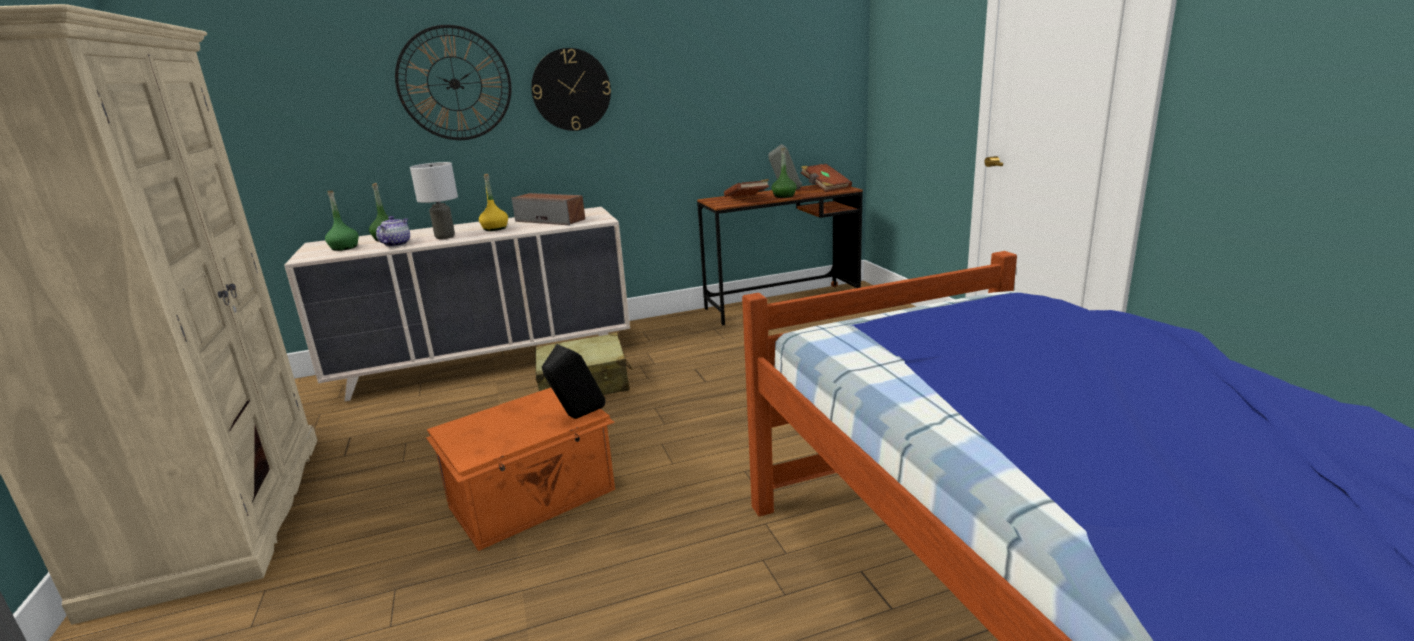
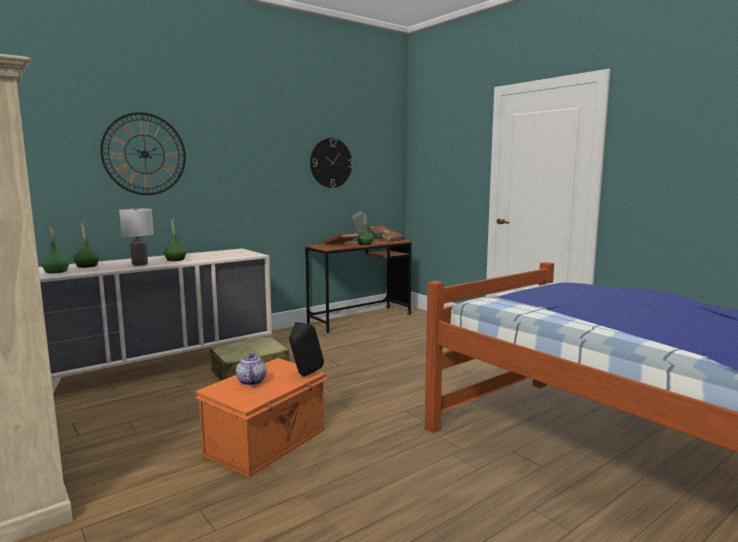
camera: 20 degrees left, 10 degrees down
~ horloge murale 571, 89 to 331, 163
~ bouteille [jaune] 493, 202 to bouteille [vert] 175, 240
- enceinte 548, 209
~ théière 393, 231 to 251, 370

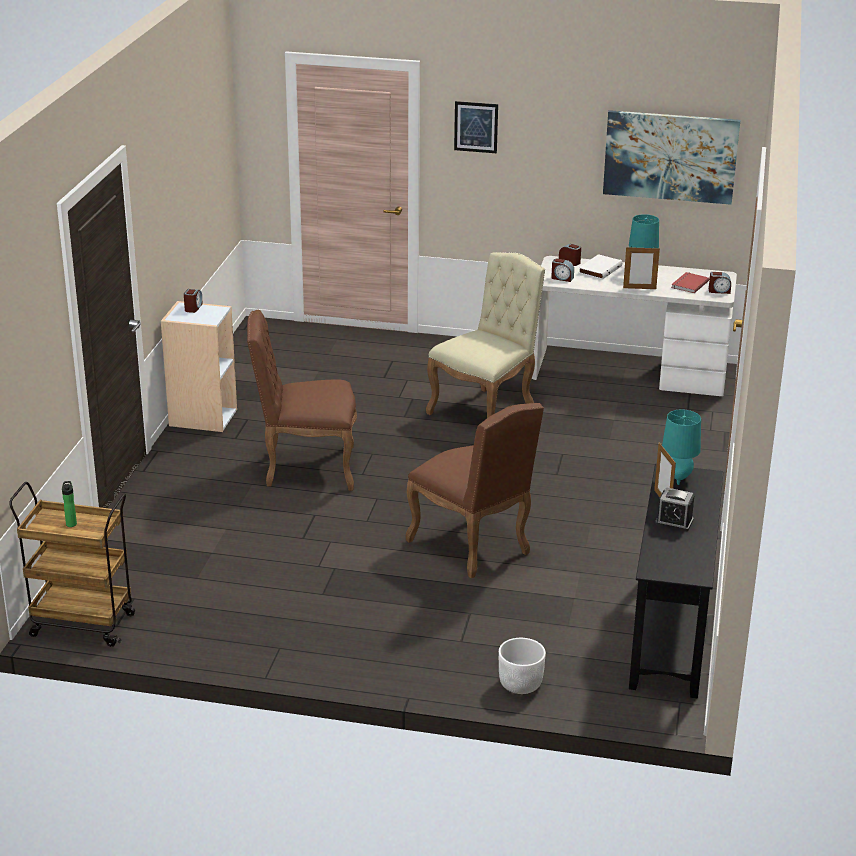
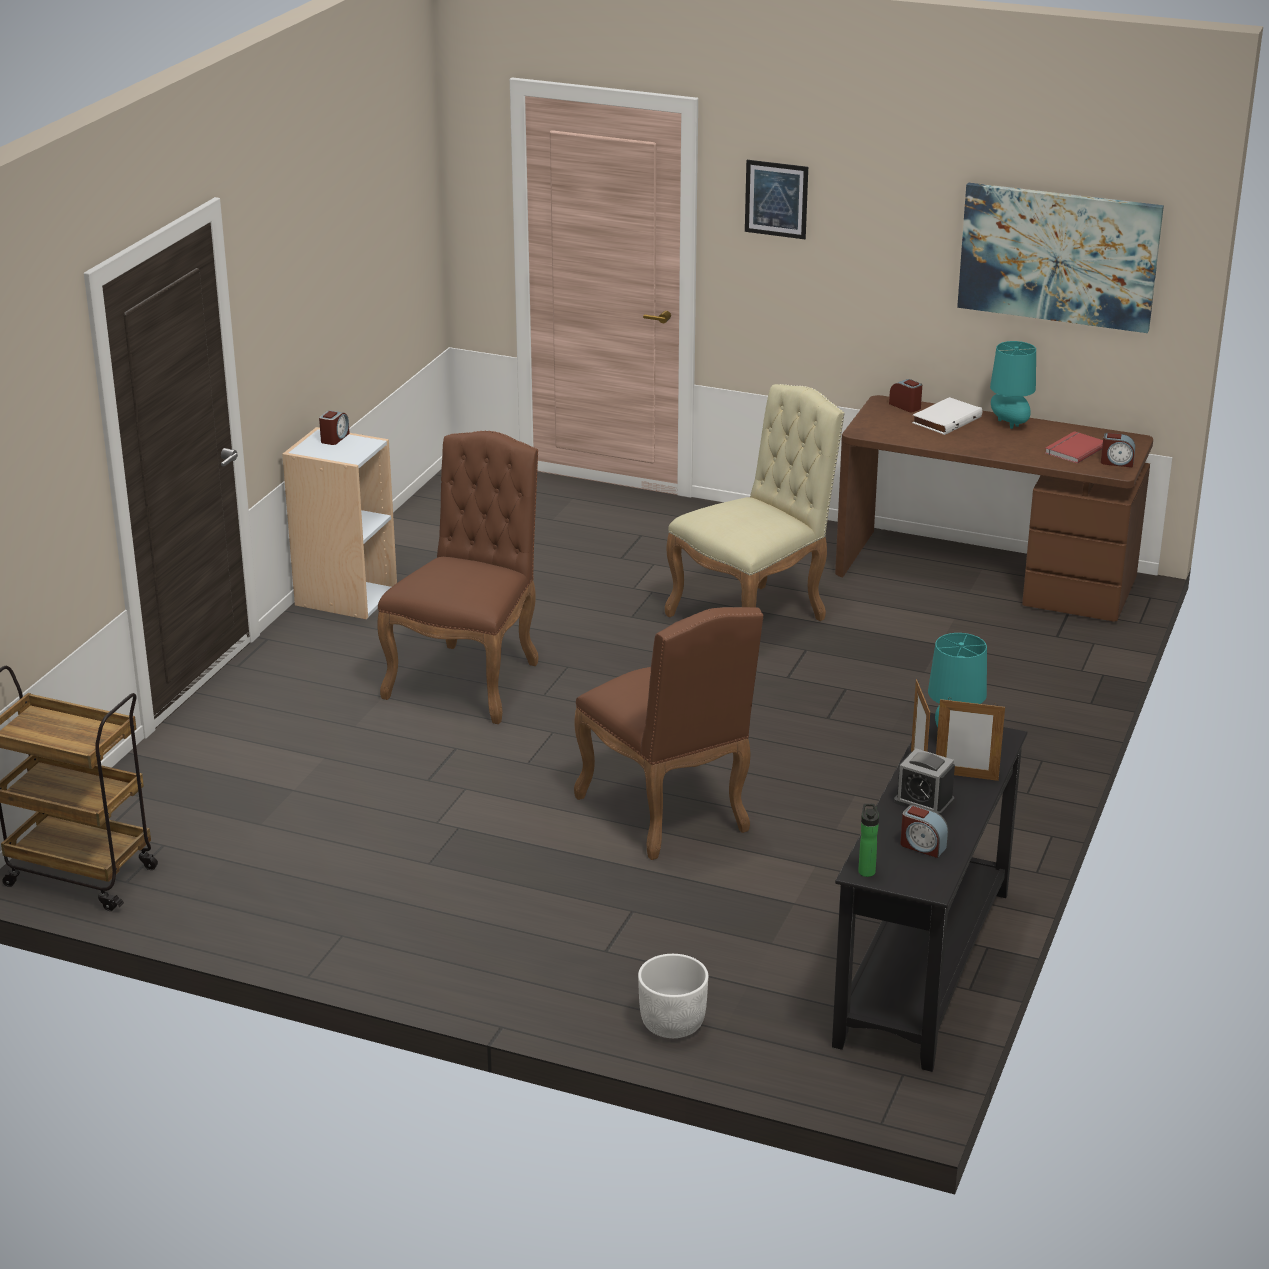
camera: 10 degrees right, 0 degrees up
~ cadre photo 641, 268 to 970, 740
~ bureau [blanc] 634, 326 to bureau [marron] 994, 508
~ réveil 562, 270 to 924, 831
~ chaise [marron] 302, 400 = 457, 577 105 degrees clockwise
~ bouteille 69, 504 to 868, 840

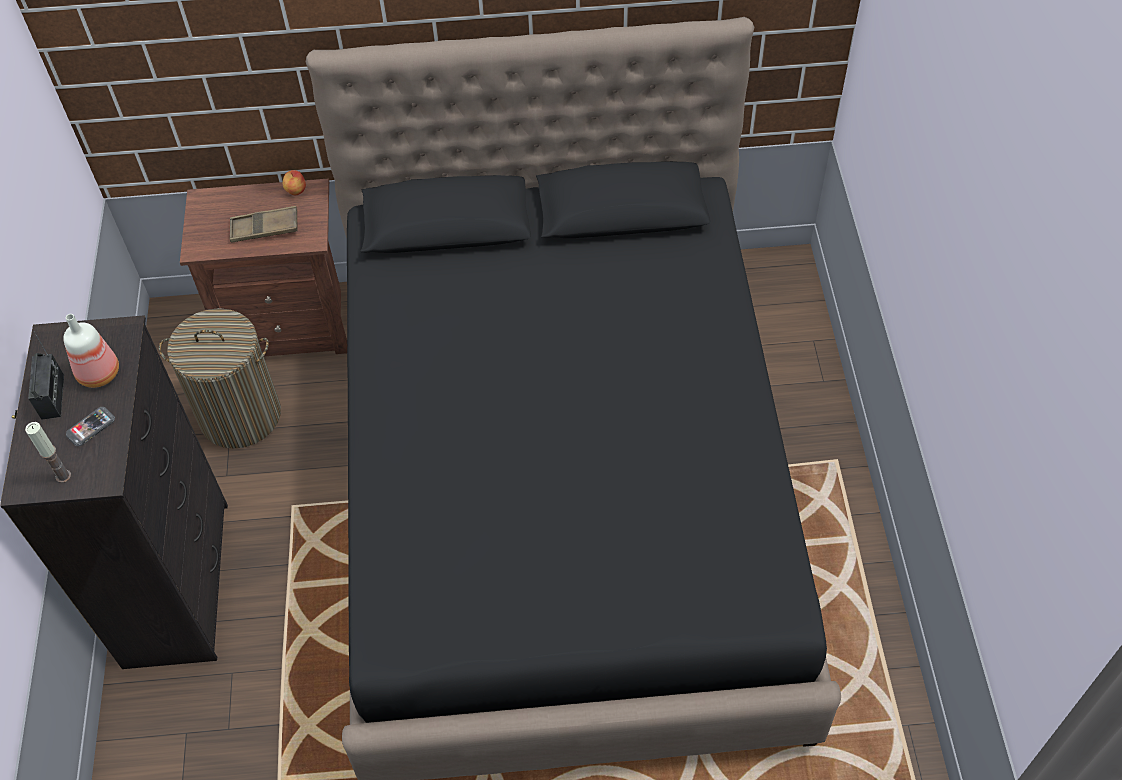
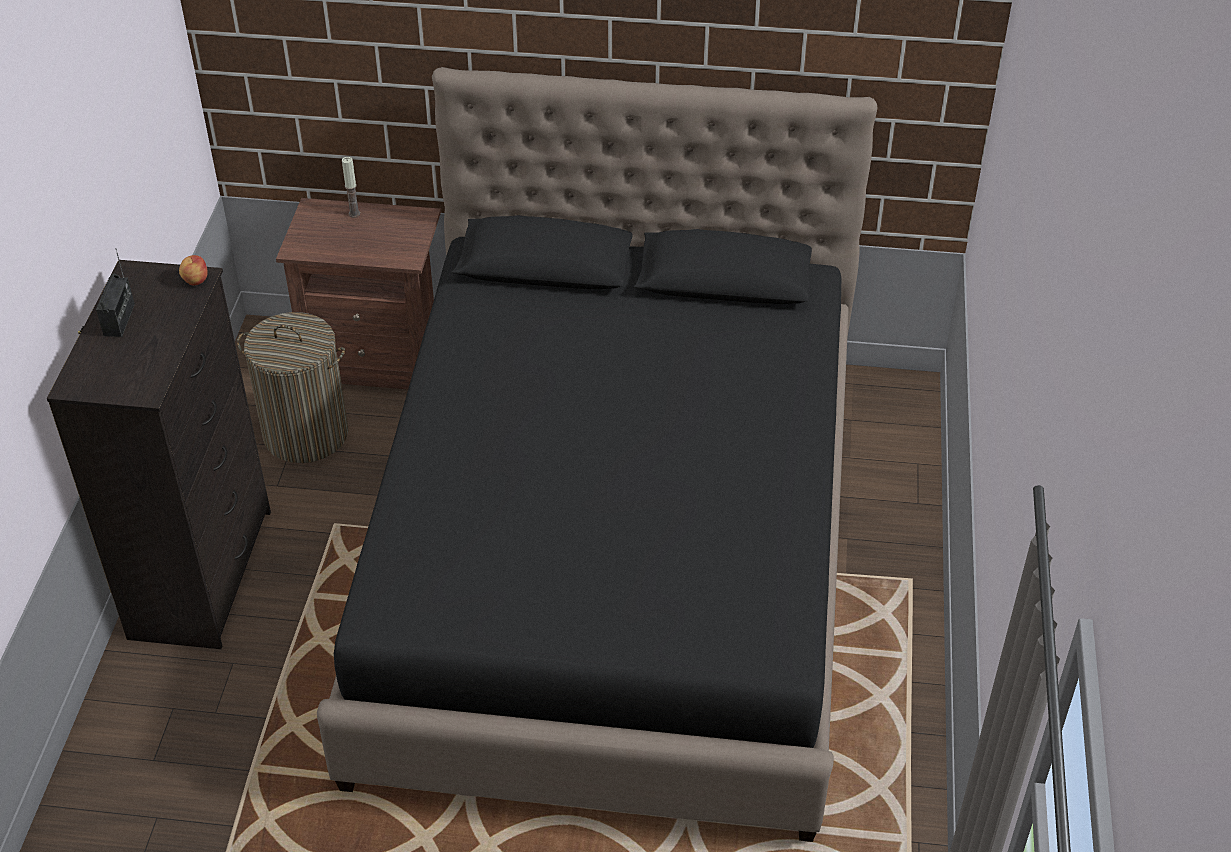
camera: 10 degrees right, 10 degrees down
~ pomme 294, 182 to 193, 270
- plateau [marron] 264, 224
- bouteille 91, 351
- téléphone 90, 426
~ bougie 48, 452 to 351, 187

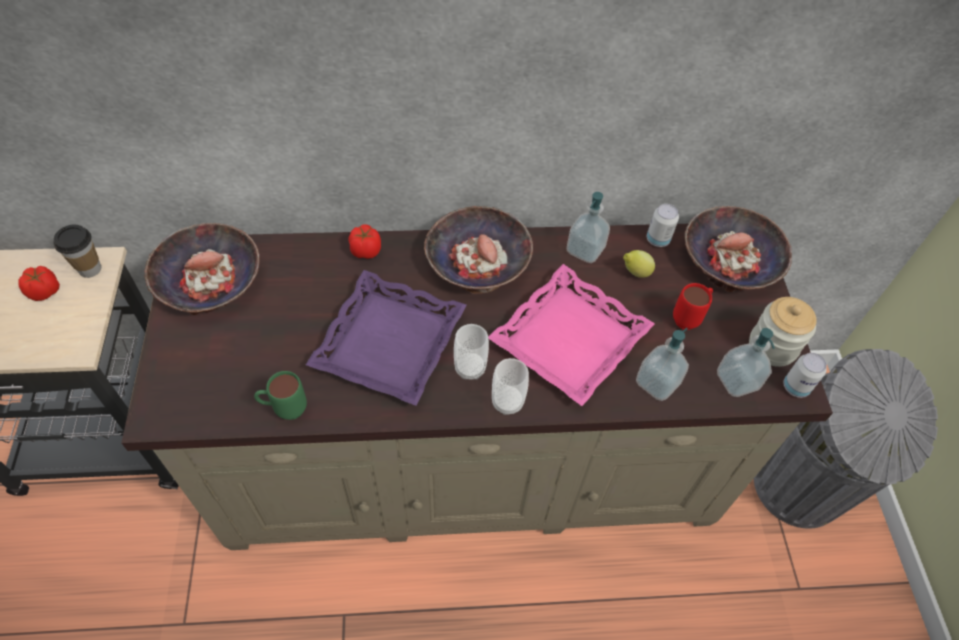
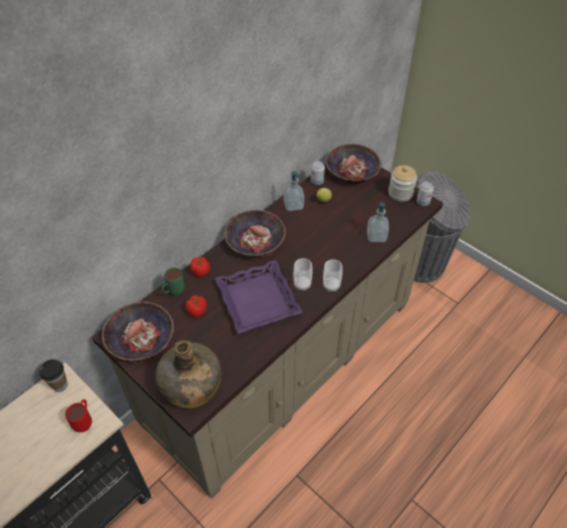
camera: 40 degrees left, 5 degrees down
- plateau [rose] 571, 335
~ tomate 39, 283 to 196, 306
~ mug [rouge] 693, 306 to 78, 415
- distributeur de savon 746, 362
~ mug [vert] 280, 395 to 173, 282
+ bouteille [vert] 188, 374

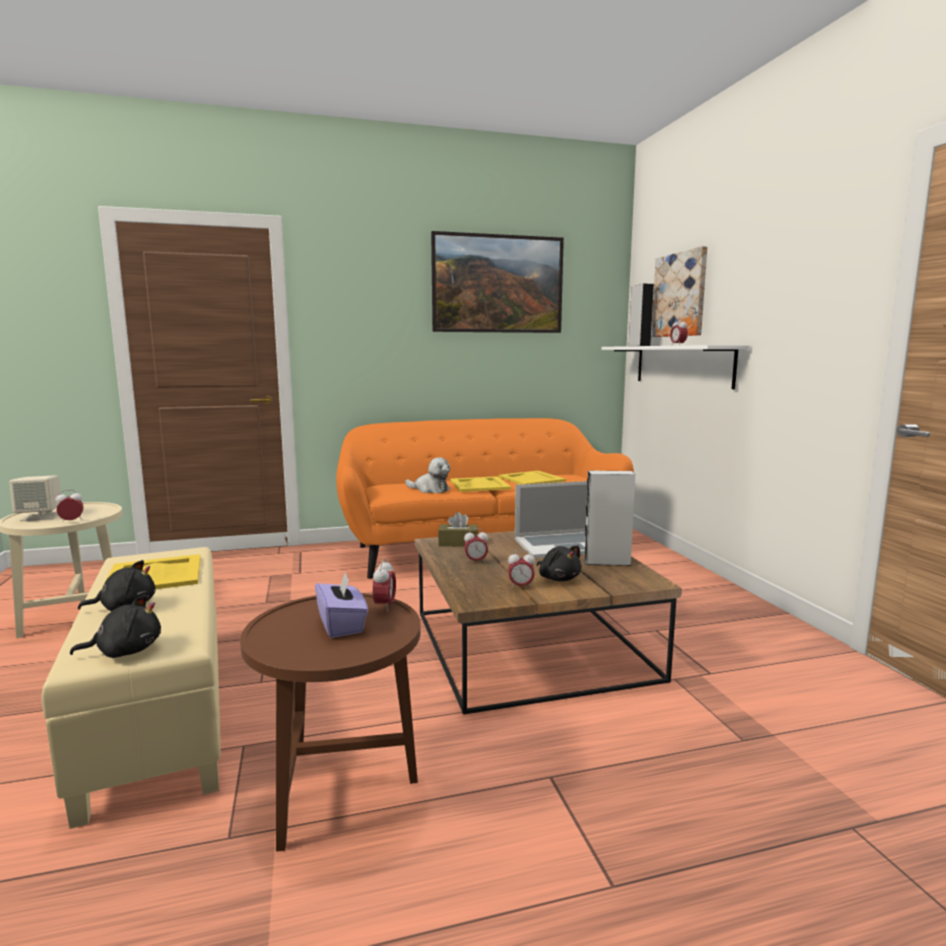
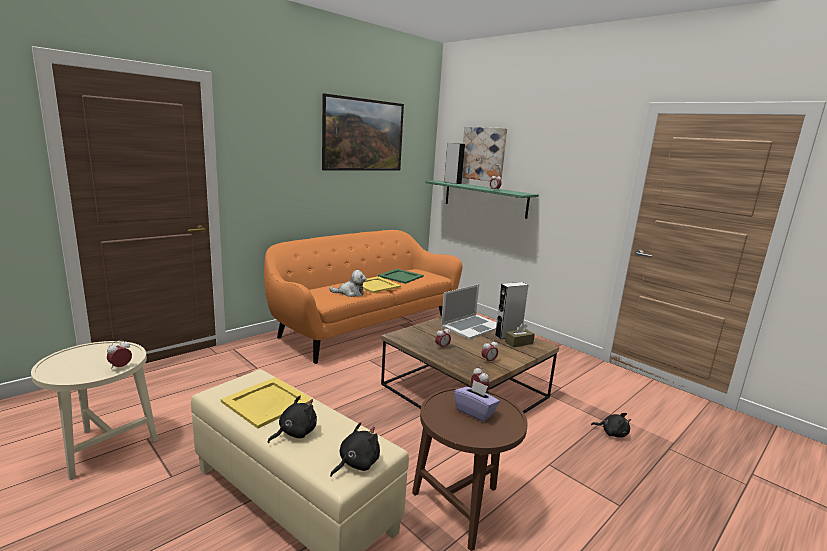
camera: 30 degrees left, 5 degrees up
~ étagère [blanc] 675, 367 to étagère [vert] 482, 200
~ plateau [jaune] 532, 478 to plateau [vert] 401, 276
- enceinte [beige] 35, 498
~ boîte à mouchoirs [marron] 458, 529 to 520, 335
~ peluche [noir] 559, 563 to 611, 425

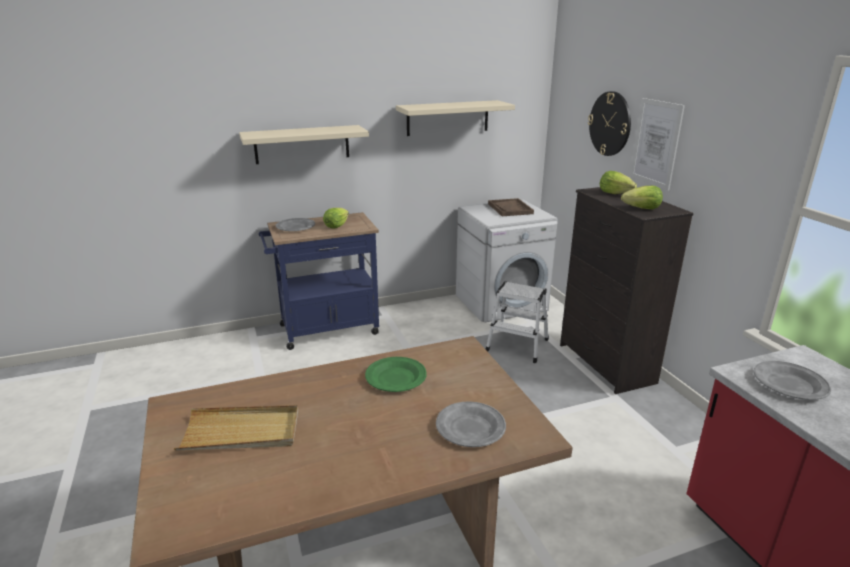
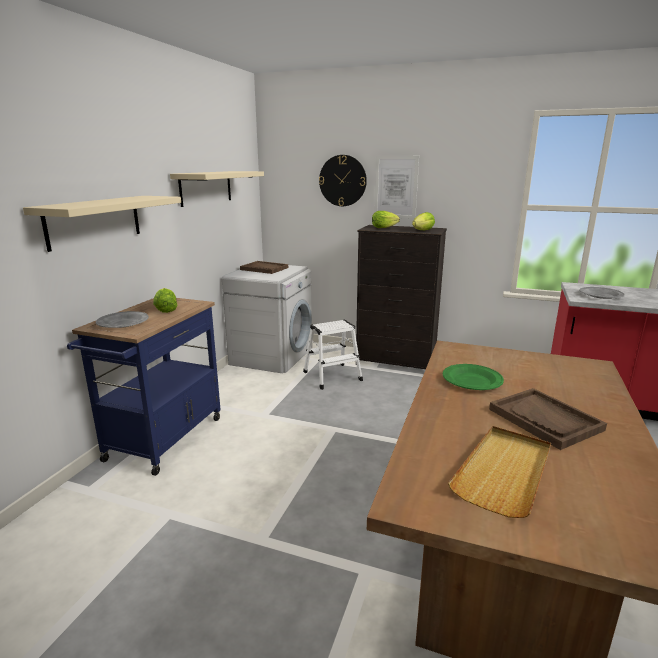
camera: 50 degrees left, 5 degrees down
- assiette [gris] 471, 424
+ plateau [marron] 548, 419

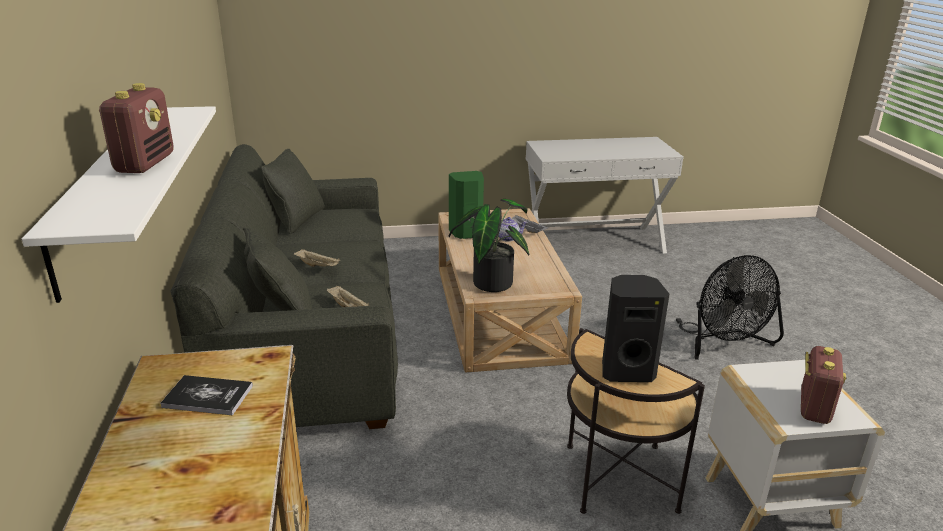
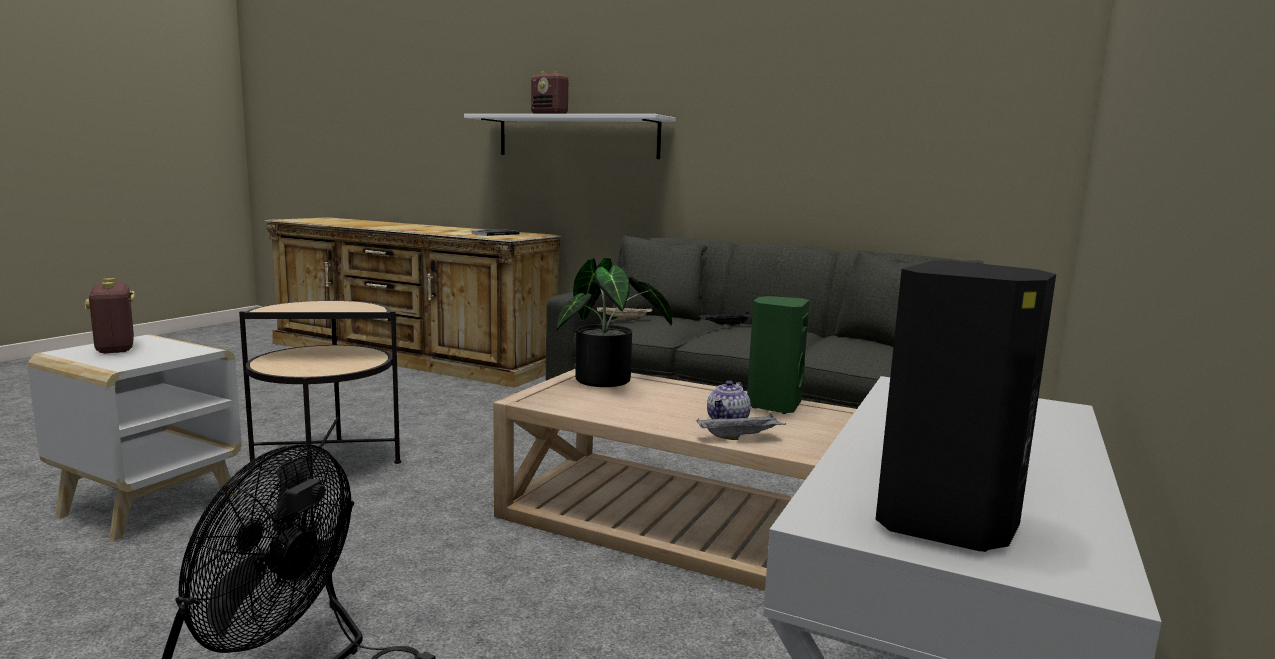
camera: 125 degrees right, 15 degrees down
~ plateau [beige] 317, 258 to plateau [noir] 725, 319
~ enceinte [noir] 635, 328 to 966, 406

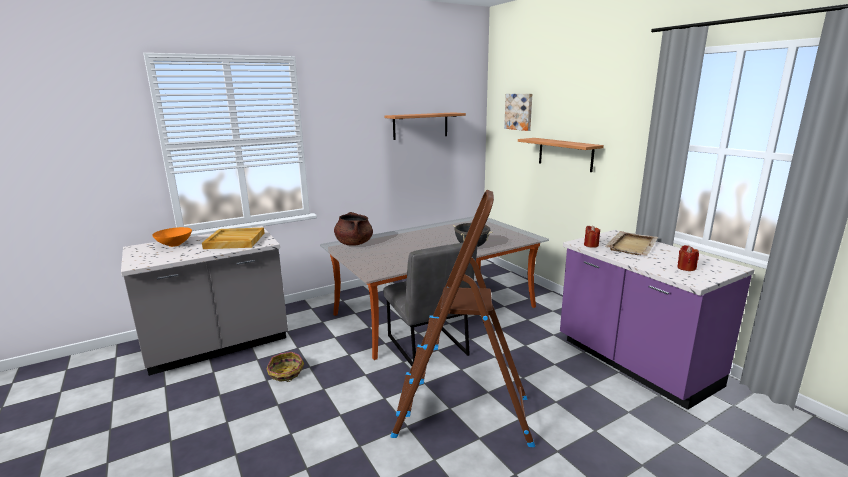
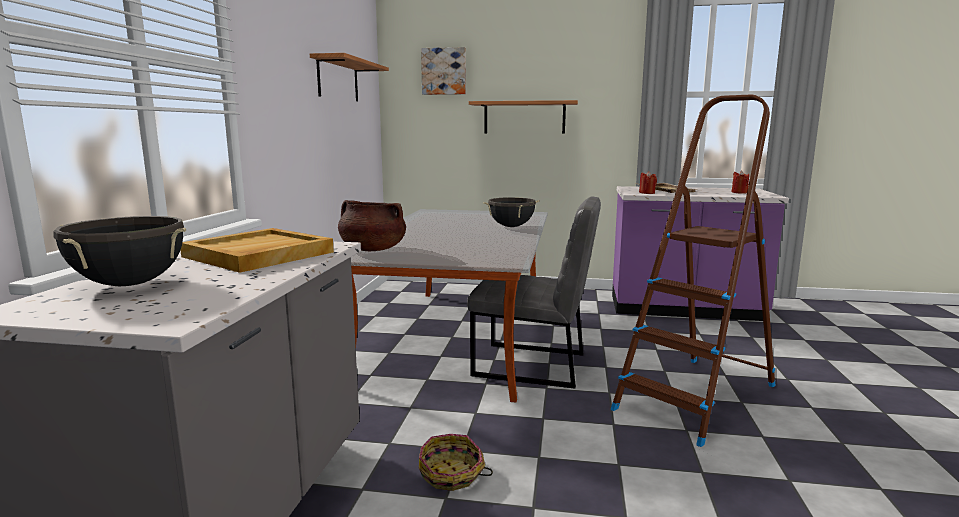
camera: 50 degrees left, 5 degrees down
~ bol [orange] 172, 237 to marmite [noir] 119, 251

